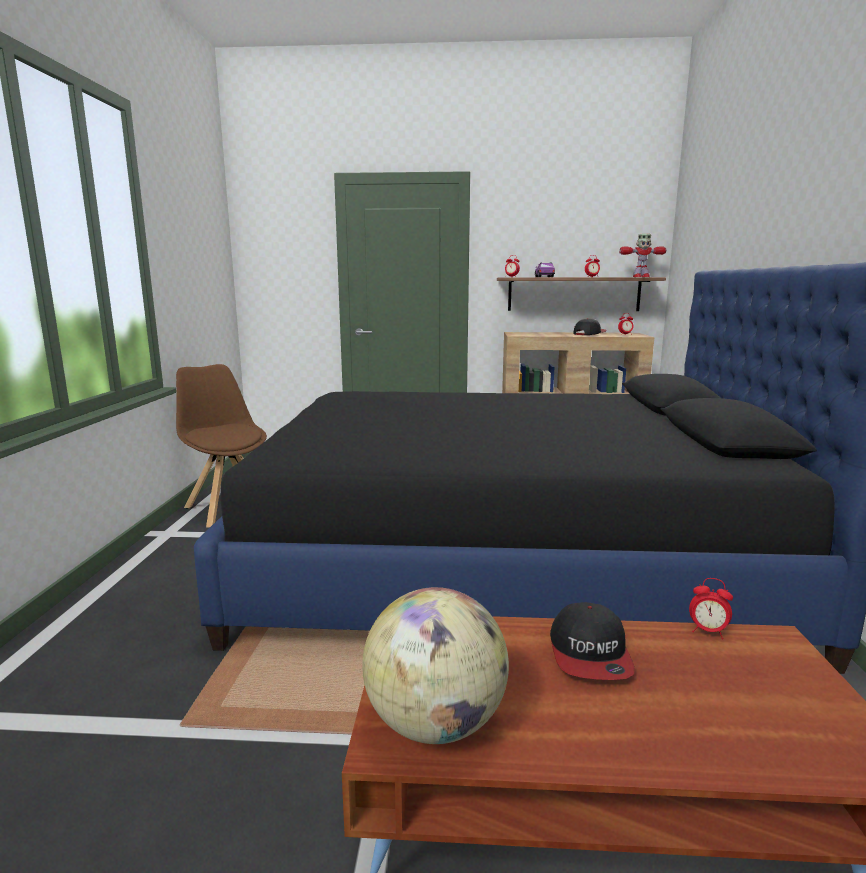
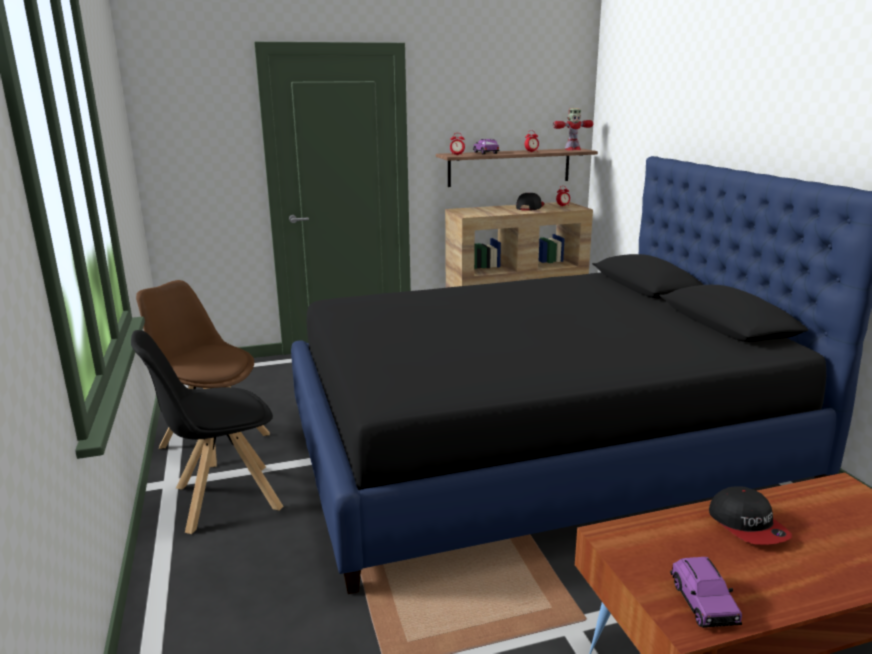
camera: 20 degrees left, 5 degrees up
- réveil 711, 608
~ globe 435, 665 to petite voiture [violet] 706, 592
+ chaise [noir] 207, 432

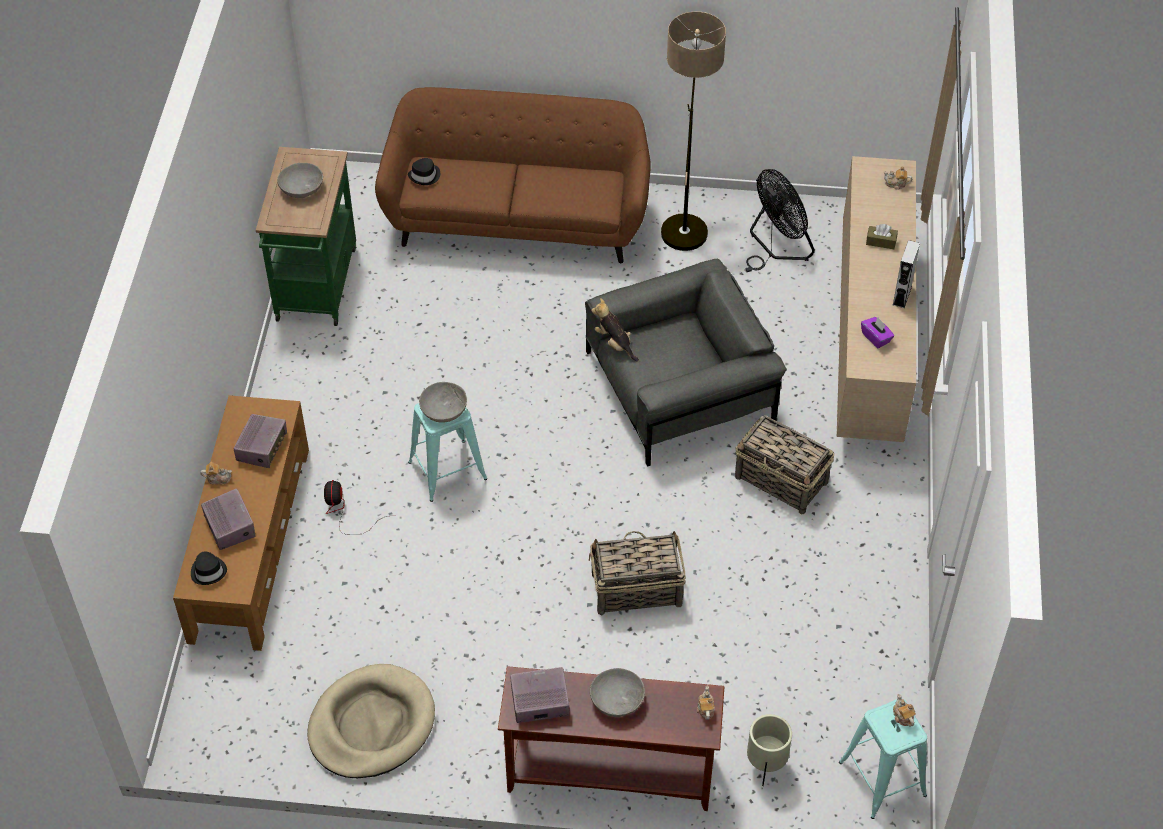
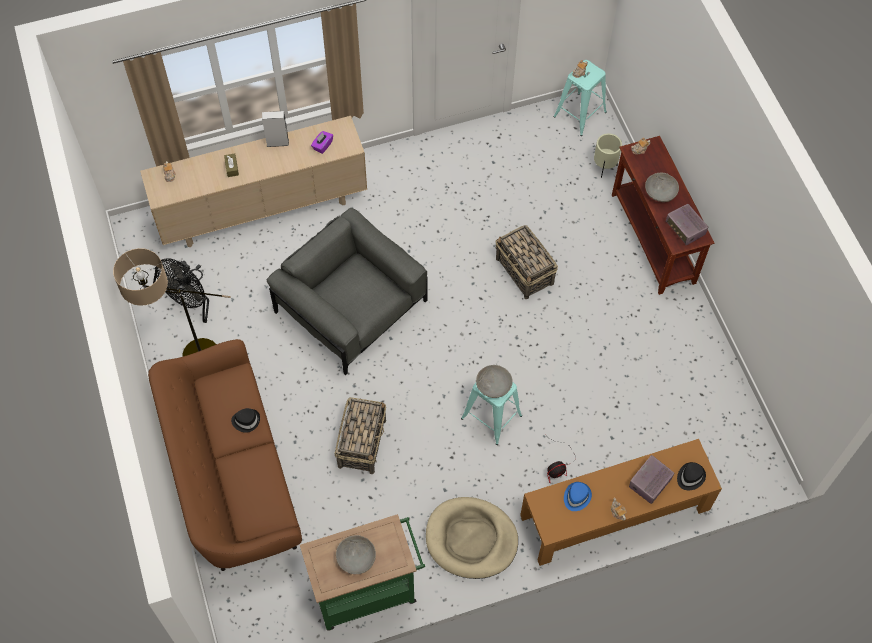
camera: 115 degrees left, 10 degrees up
~ chapeau [noir] 424, 171 to 245, 420
~ ventilateur [noir] 780, 220 = 181, 290 90 degrees counterclockwise
- peluche 615, 330
~ radio 260, 441 to chapeau [bleu] 578, 496
~ panier 784, 464 to 360, 435
~ panier pour chien [beige] 371, 721 to 472, 538

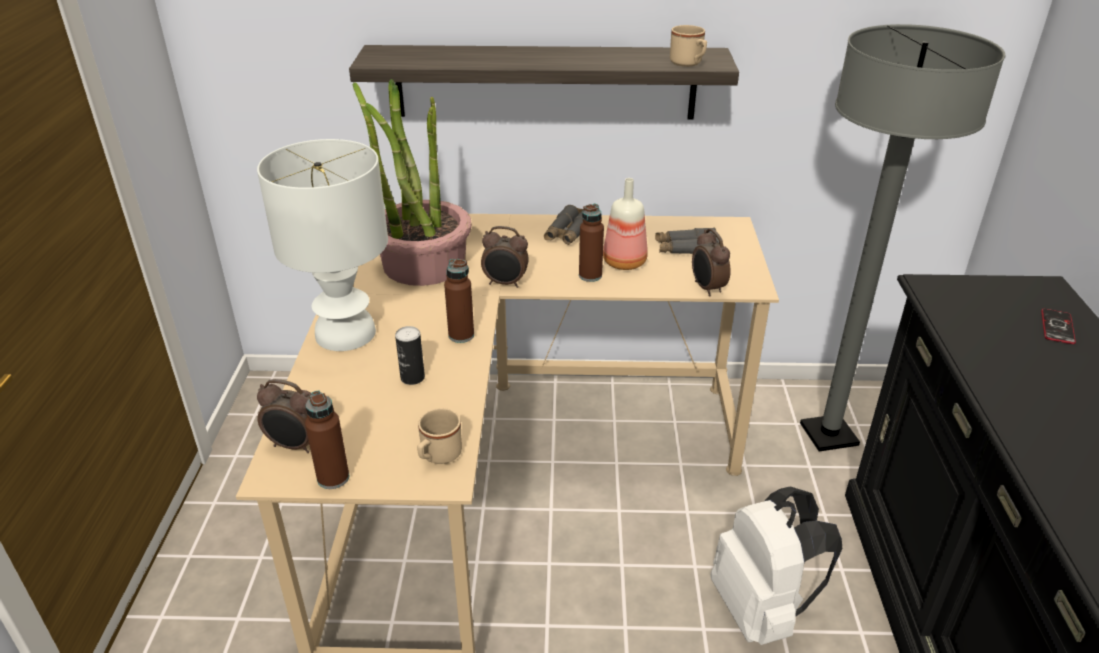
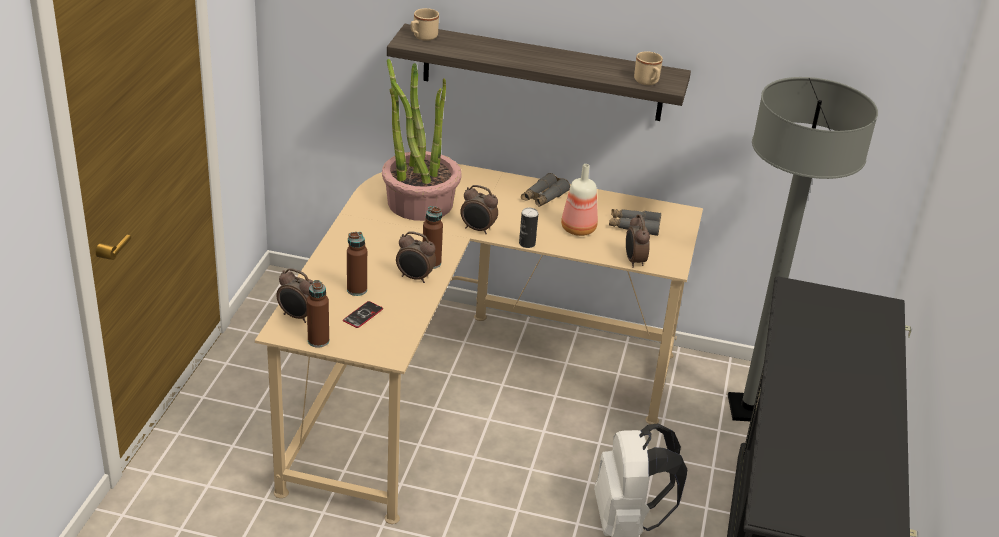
camera: 10 degrees right, 0 degrees up
- lampe de table [blanc] 322, 245
~ bouteille [marron] 591, 242 to 357, 264
~ téléphone 1058, 326 to 363, 314
~ boîte métallique 410, 355 to 528, 228
~ mug [beige] 439, 436 to 425, 24
+ réveil 416, 257

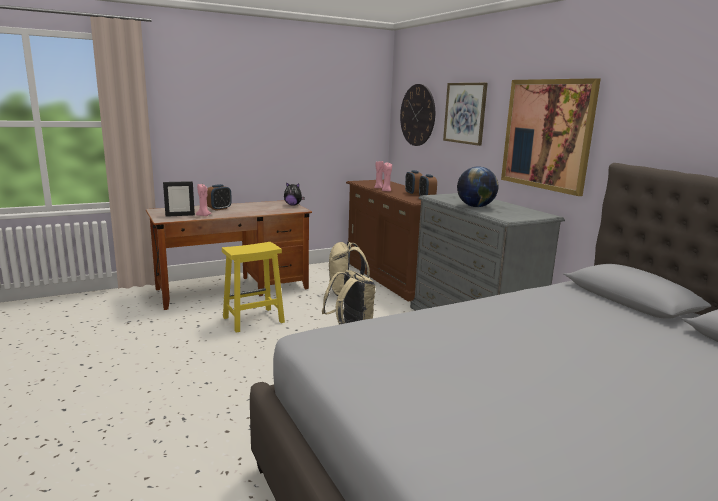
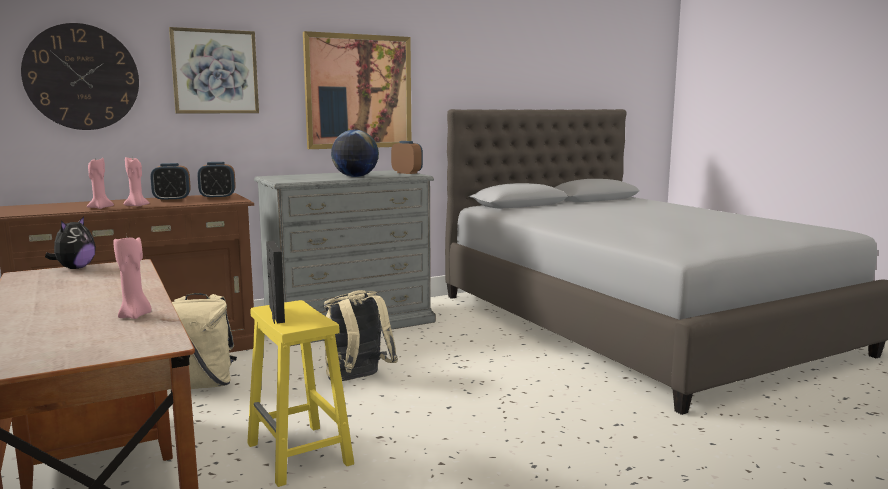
camera: 90 degrees left, 5 degrees down
~ cadre photo 179, 199 to 275, 282
~ réveil 219, 197 to 407, 157

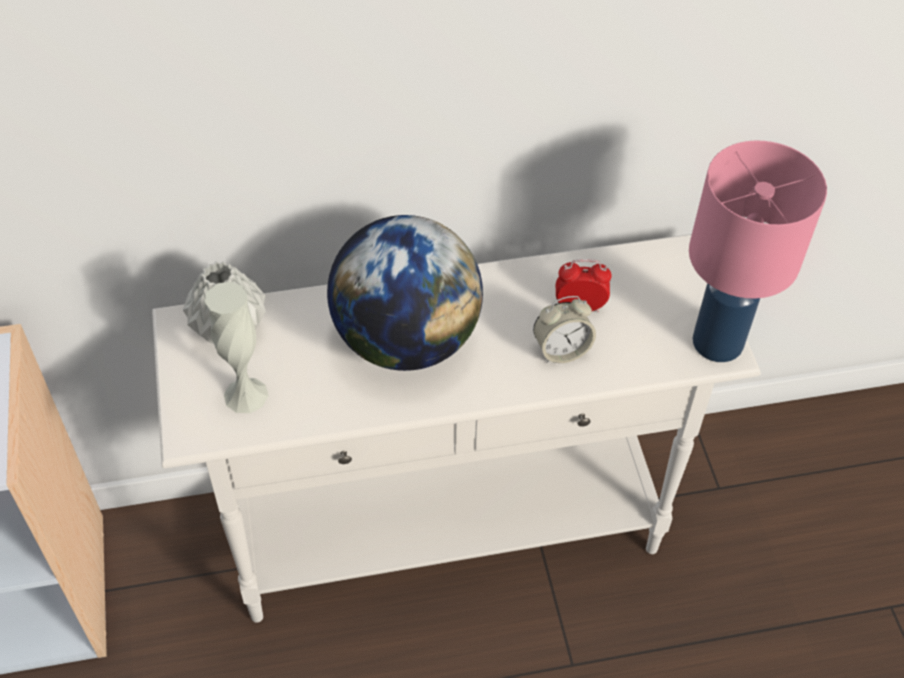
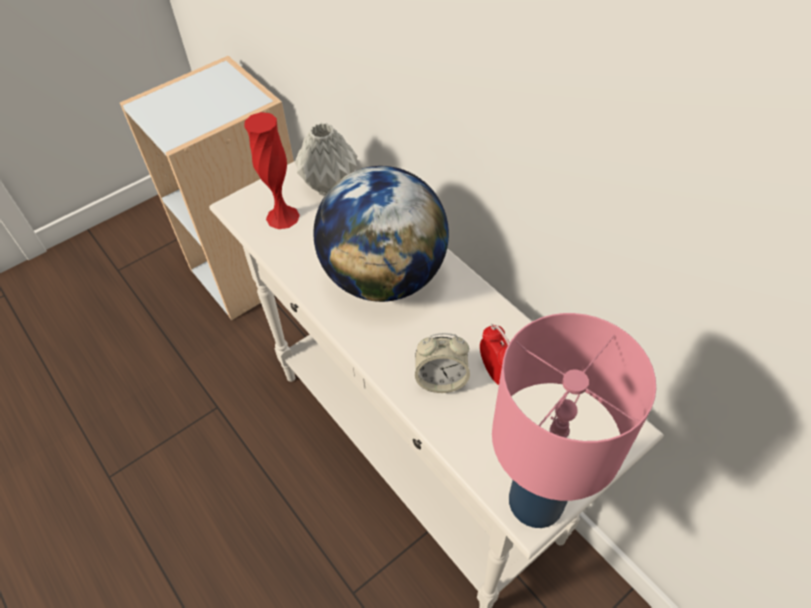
camera: 65 degrees right, 0 degrees up
~ vase [blanc] 237, 347 to vase [rouge] 272, 170
~ réveil 564, 329 = 442, 363 45 degrees counterclockwise

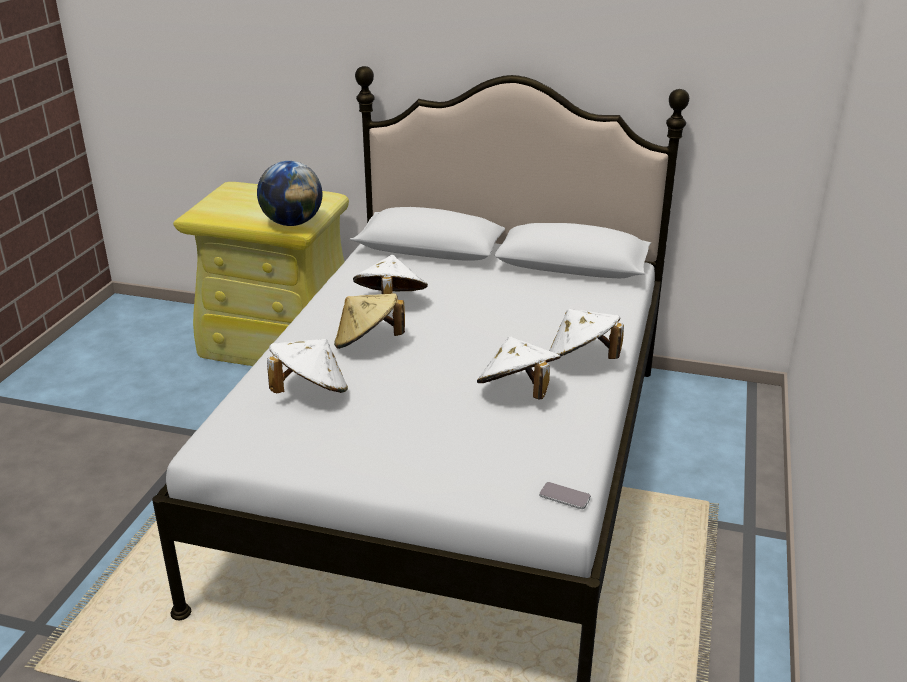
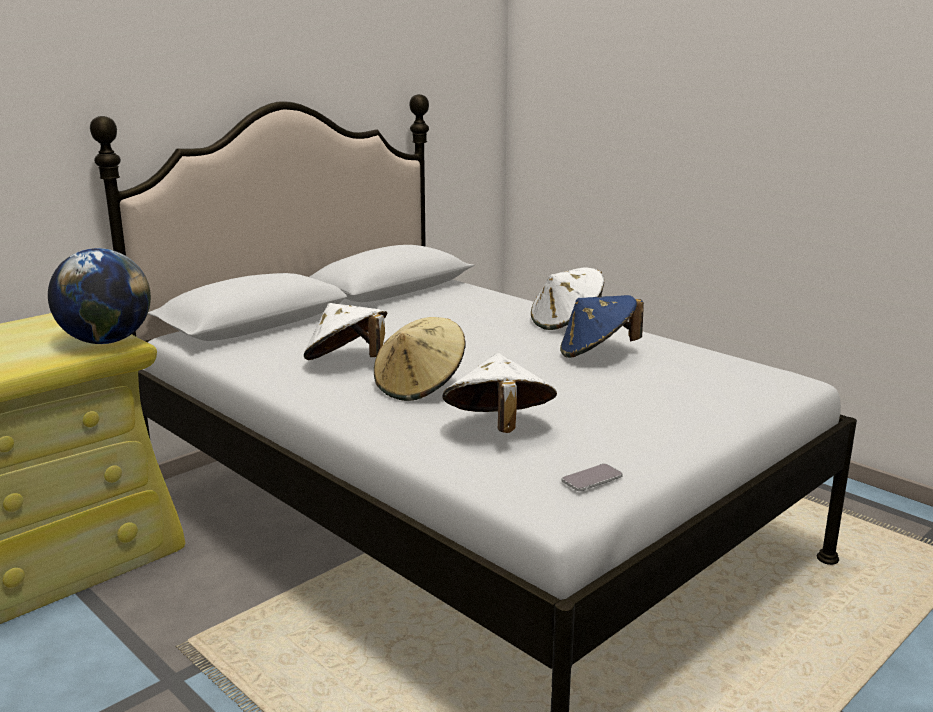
camera: 60 degrees left, 10 degrees down
~ chapeau [blanc] 519, 368 to chapeau [bleu] 602, 326
~ téléphone 565, 495 to 592, 477

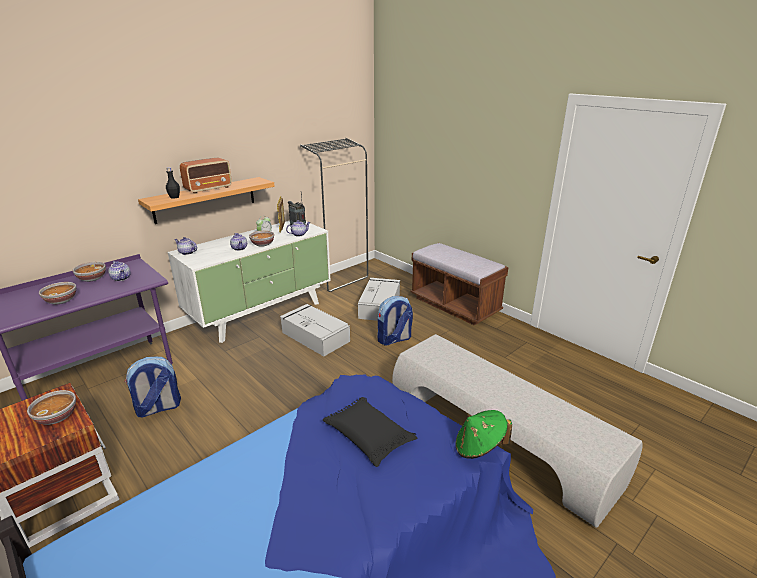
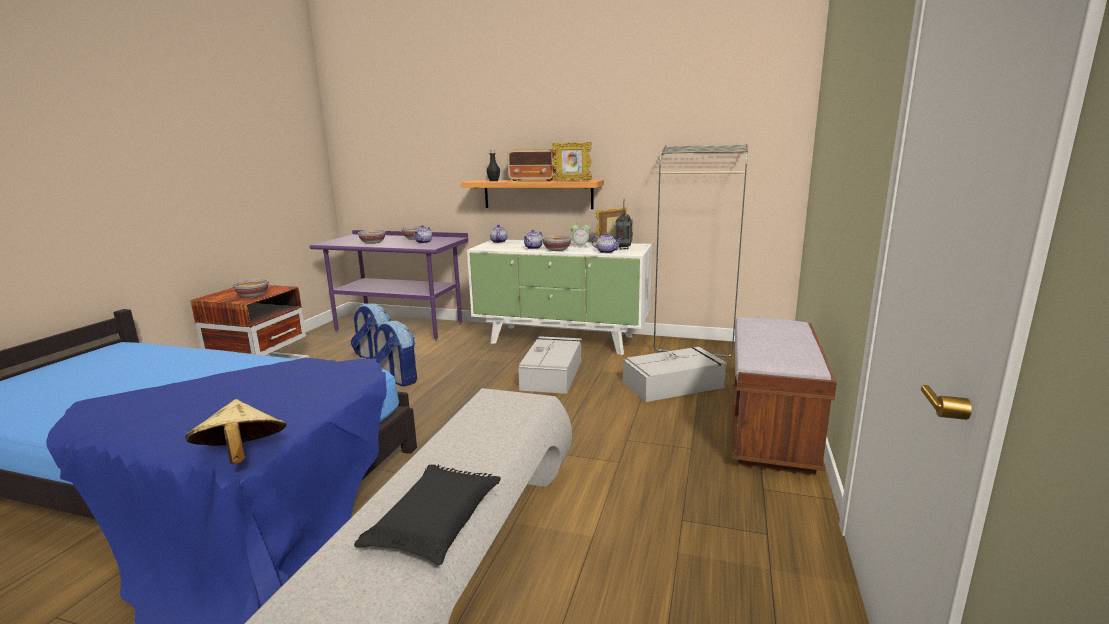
camera: 60 degrees right, 10 degrees down
~ sac à dos 395, 321 to 395, 353
~ coussin [noir] 370, 432 to 427, 514
~ chapeau [vert] 483, 434 to chapeau [beige] 235, 431
+ cadre photo 572, 161

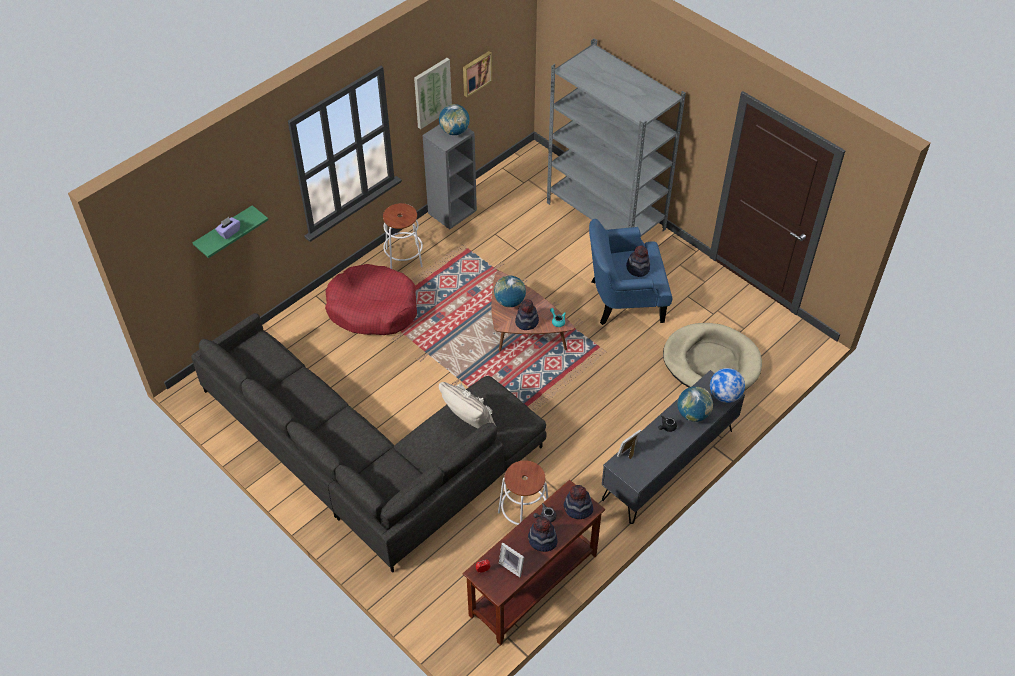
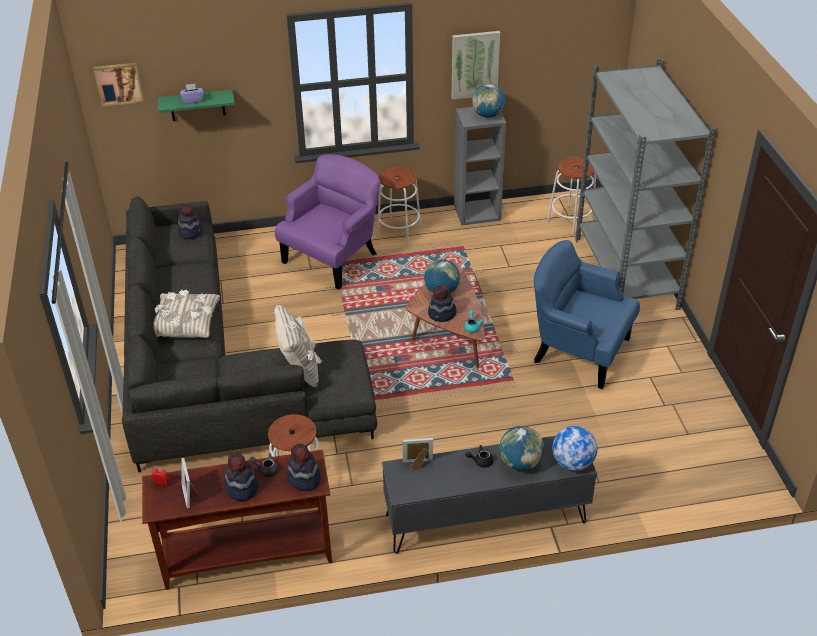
camera: 35 degrees right, 10 degrees down
~ tableau 477, 74 to 118, 84
~ chapeau 638, 261 to 190, 221
~ panier pour chien [rouge] 371, 299 to fauteuil [violet] 327, 222
- panier pour chien [beige] 712, 357
+ tabouret [blanc] 571, 196
+ coussin [beige] 186, 313

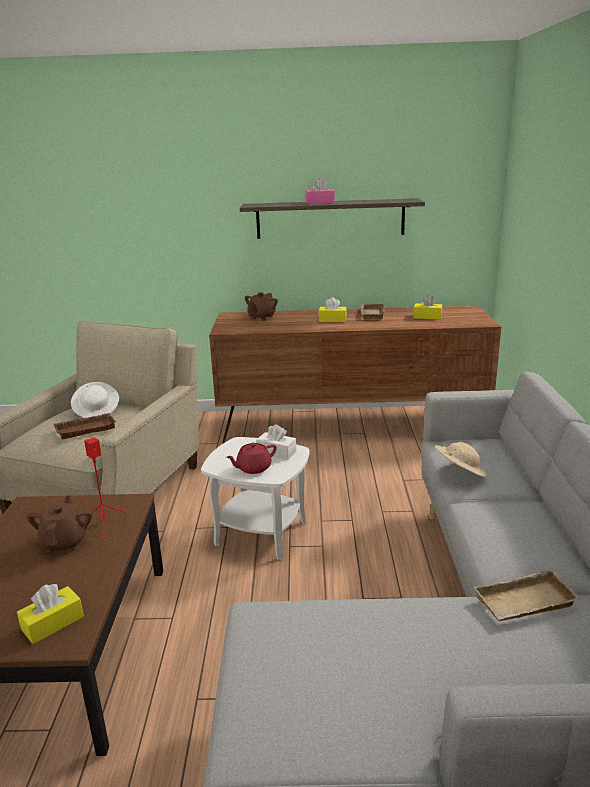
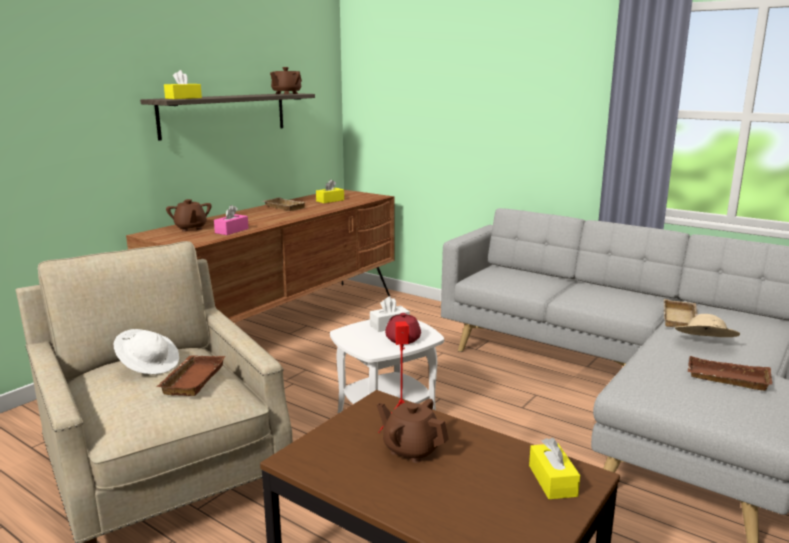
camera: 55 degrees left, 5 degrees down
~ boîte à mouchoirs [rose] 320, 191 to 231, 220
~ boîte à mouchoirs [jaune] 332, 309 to 183, 84
~ chapeau [beige] 460, 459 to 707, 325
+ théière [marron] 286, 80
+ plateau [marron] 730, 373

